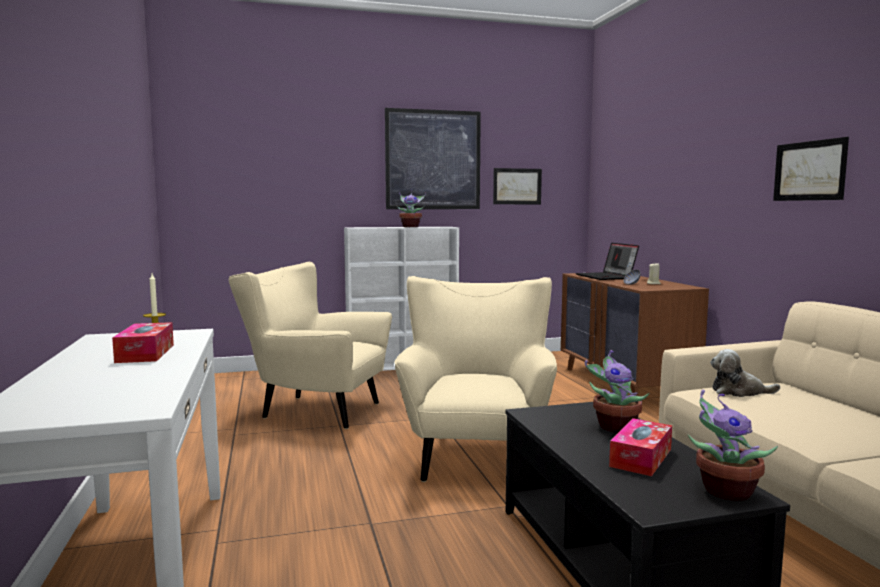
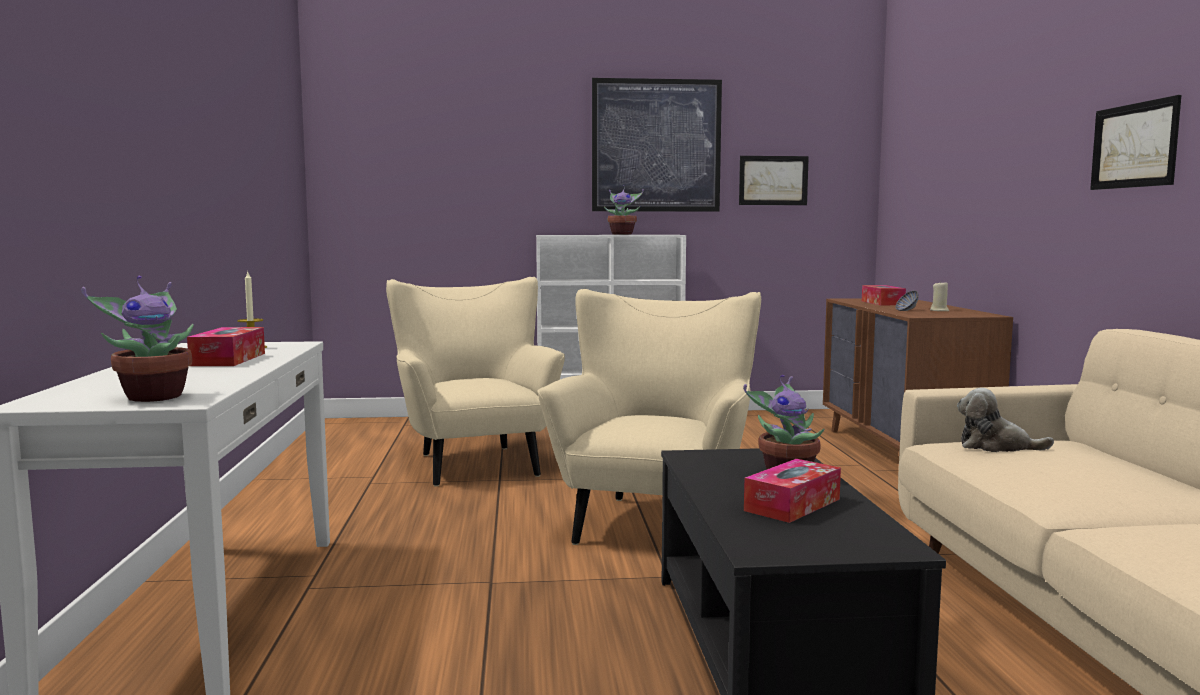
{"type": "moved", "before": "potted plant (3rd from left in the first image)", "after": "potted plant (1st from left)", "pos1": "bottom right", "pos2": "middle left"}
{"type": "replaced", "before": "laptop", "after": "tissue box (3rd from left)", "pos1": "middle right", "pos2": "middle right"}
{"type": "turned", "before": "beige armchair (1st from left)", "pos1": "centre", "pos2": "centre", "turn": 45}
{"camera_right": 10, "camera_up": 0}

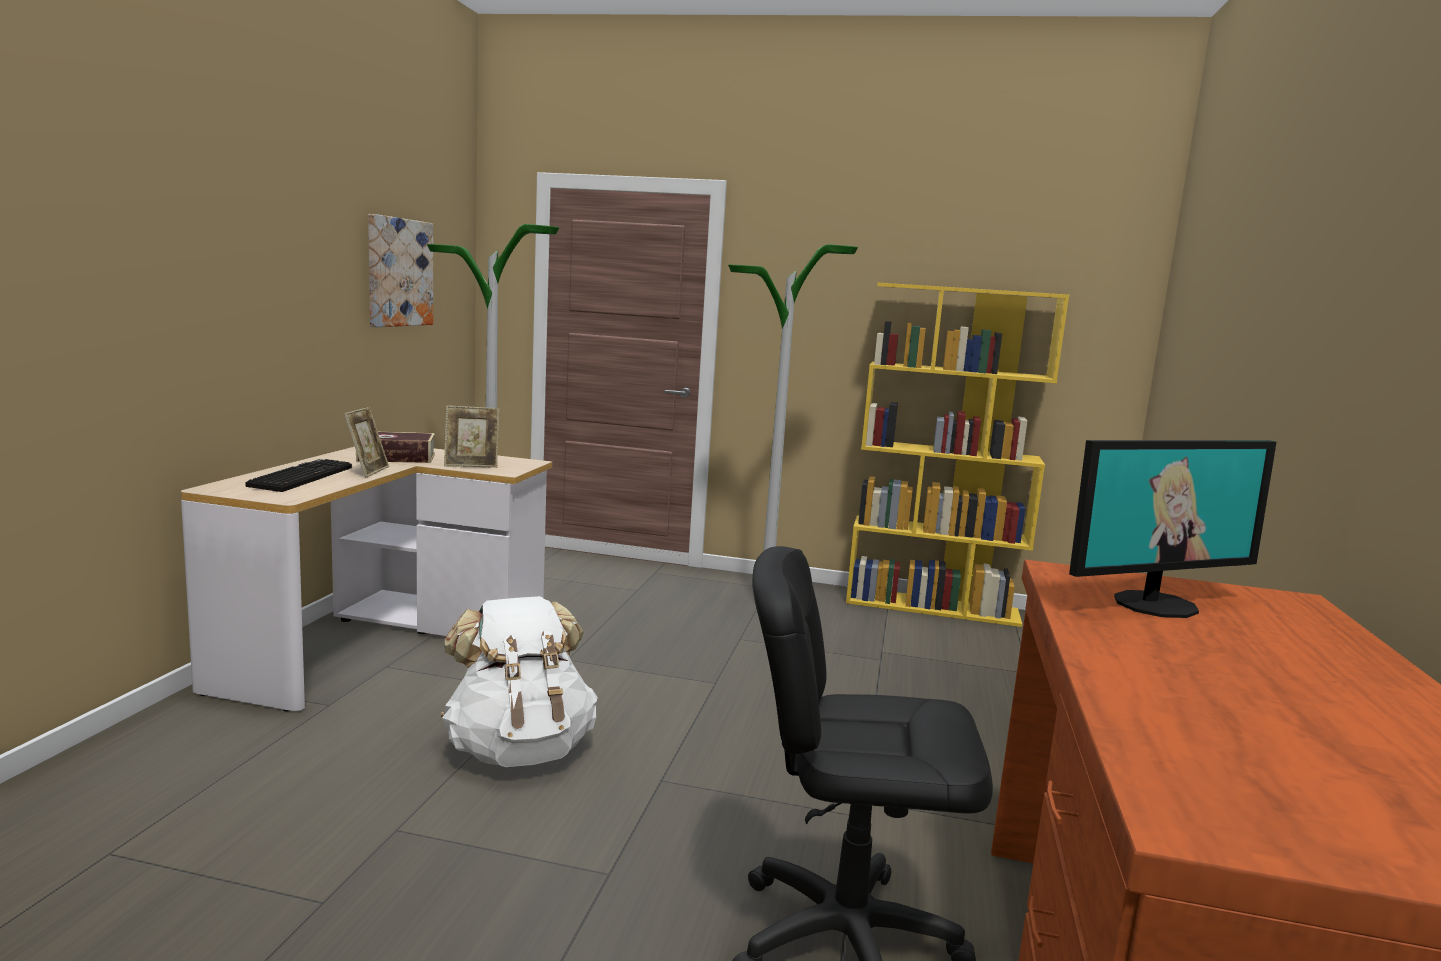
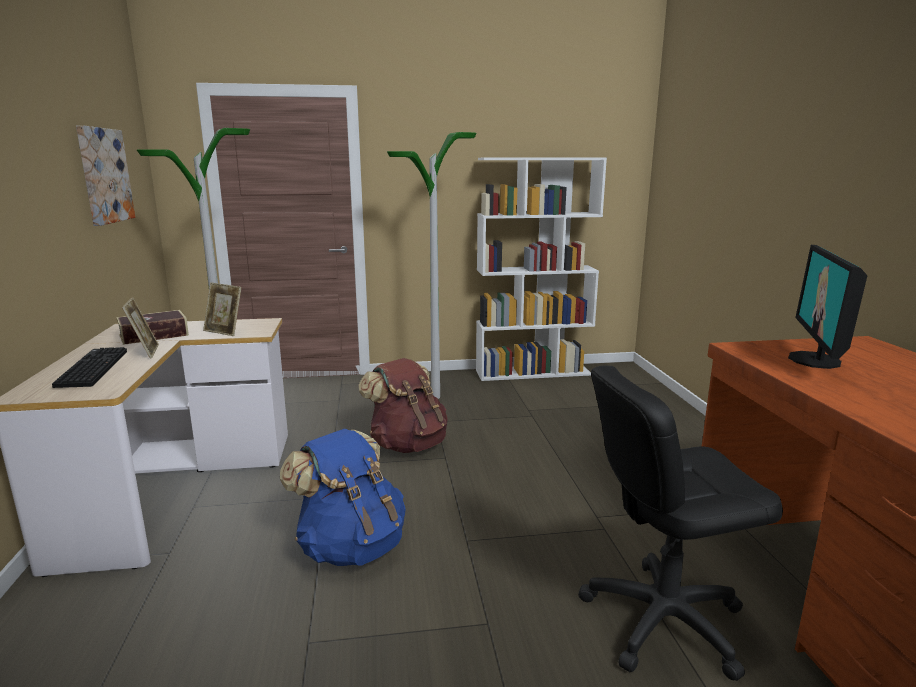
{"type": "added", "after": "brown backpack", "pos2": "centre"}
{"type": "recoloured", "before": "white backpack", "after": "blue backpack", "pos1": "bottom centre", "pos2": "bottom centre"}
{"type": "recoloured", "before": "yellow bookcase", "after": "white bookcase", "pos1": "centre", "pos2": "centre"}
{"type": "turned", "before": "picture frame (2nd from left)", "pos1": "middle left", "pos2": "middle left", "turn": 60}
{"type": "turned", "before": "monitor", "pos1": "middle right", "pos2": "middle right", "turn": 150}
{"camera_right": -20, "camera_up": 5}

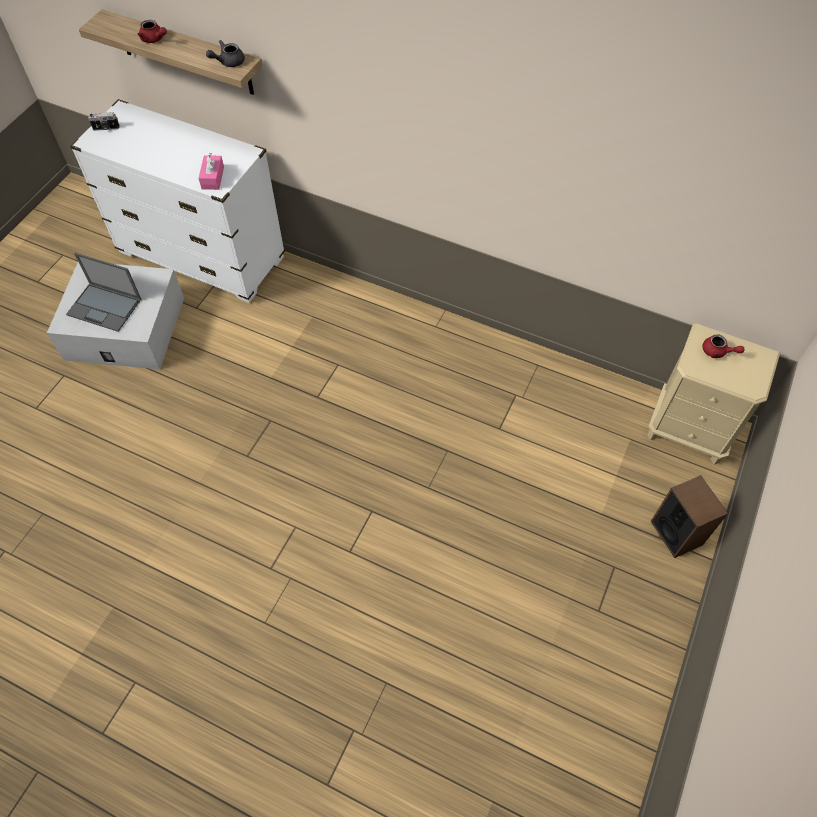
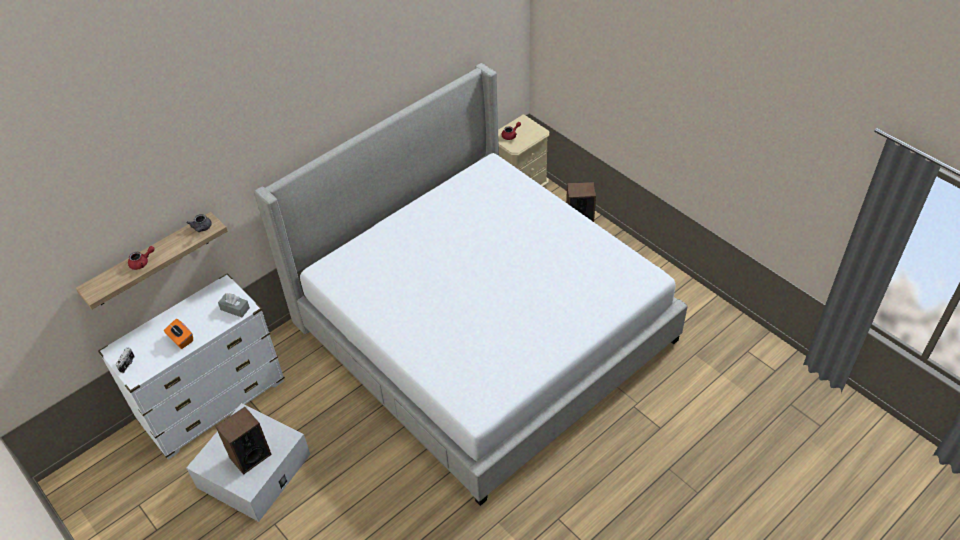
{"type": "added", "after": "orange tissue box", "pos2": "middle left"}
{"type": "added", "after": "bed", "pos2": "centre"}
{"type": "replaced", "before": "laptop", "after": "speaker (1st from left)", "pos1": "middle left", "pos2": "bottom left"}
{"type": "recoloured", "before": "pink tissue box", "after": "grey tissue box", "pos1": "top left", "pos2": "middle left"}
{"camera_right": -65, "camera_up": -10}

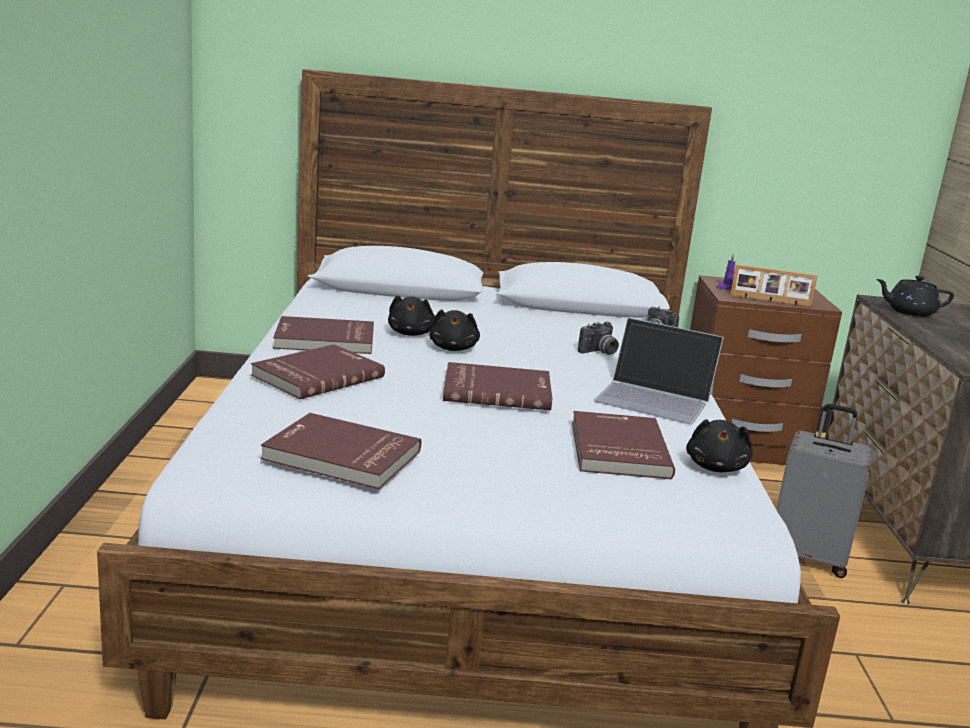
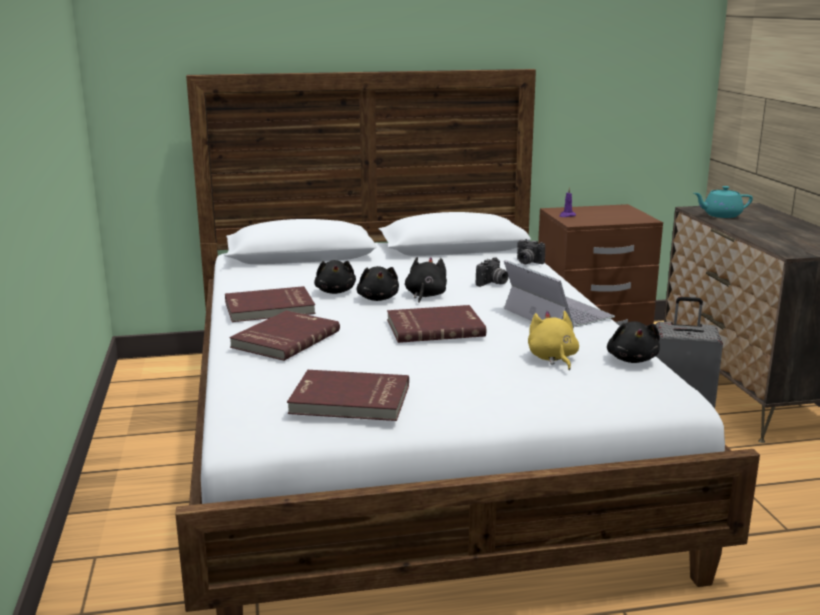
{"type": "removed", "before": "picture frame", "pos1": "middle right"}
{"type": "added", "after": "black plush toy (3rd from left)", "pos2": "centre"}
{"type": "replaced", "before": "red book (5th from left)", "after": "yellow plush toy", "pos1": "centre", "pos2": "middle right"}
{"type": "recoloured", "before": "black teapot", "after": "turquoise teapot", "pos1": "middle right", "pos2": "top right"}
{"type": "turned", "before": "laptop", "pos1": "middle right", "pos2": "middle right", "turn": -135}
{"camera_right": -10, "camera_up": 0}

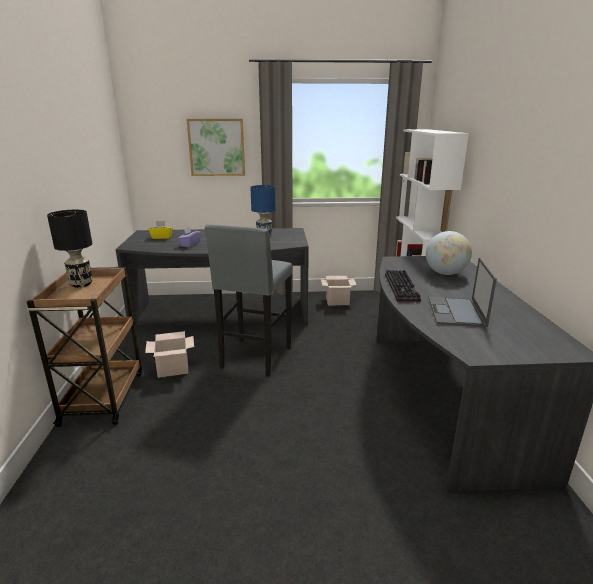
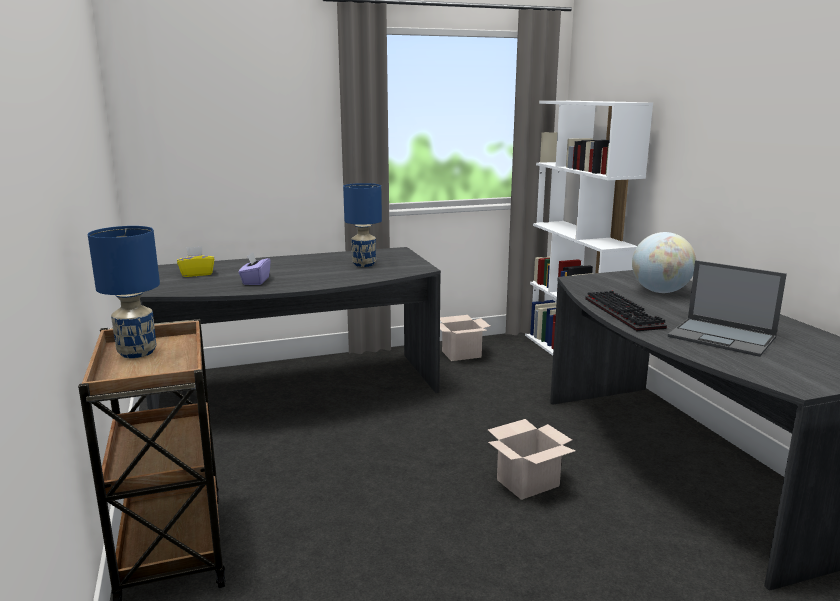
{"type": "removed", "before": "picture", "pos1": "top centre"}
{"type": "removed", "before": "grey stool", "pos1": "centre"}
{"type": "moved", "before": "cardboard box (1st from left in the first image)", "after": "cardboard box (2nd from left)", "pos1": "middle left", "pos2": "bottom centre"}
{"type": "recoloured", "before": "black table lamp", "after": "blue table lamp (1st from left)", "pos1": "middle left", "pos2": "middle left"}
{"type": "turned", "before": "laptop", "pos1": "middle right", "pos2": "middle right", "turn": -45}
{"camera_right": -15, "camera_up": -5}

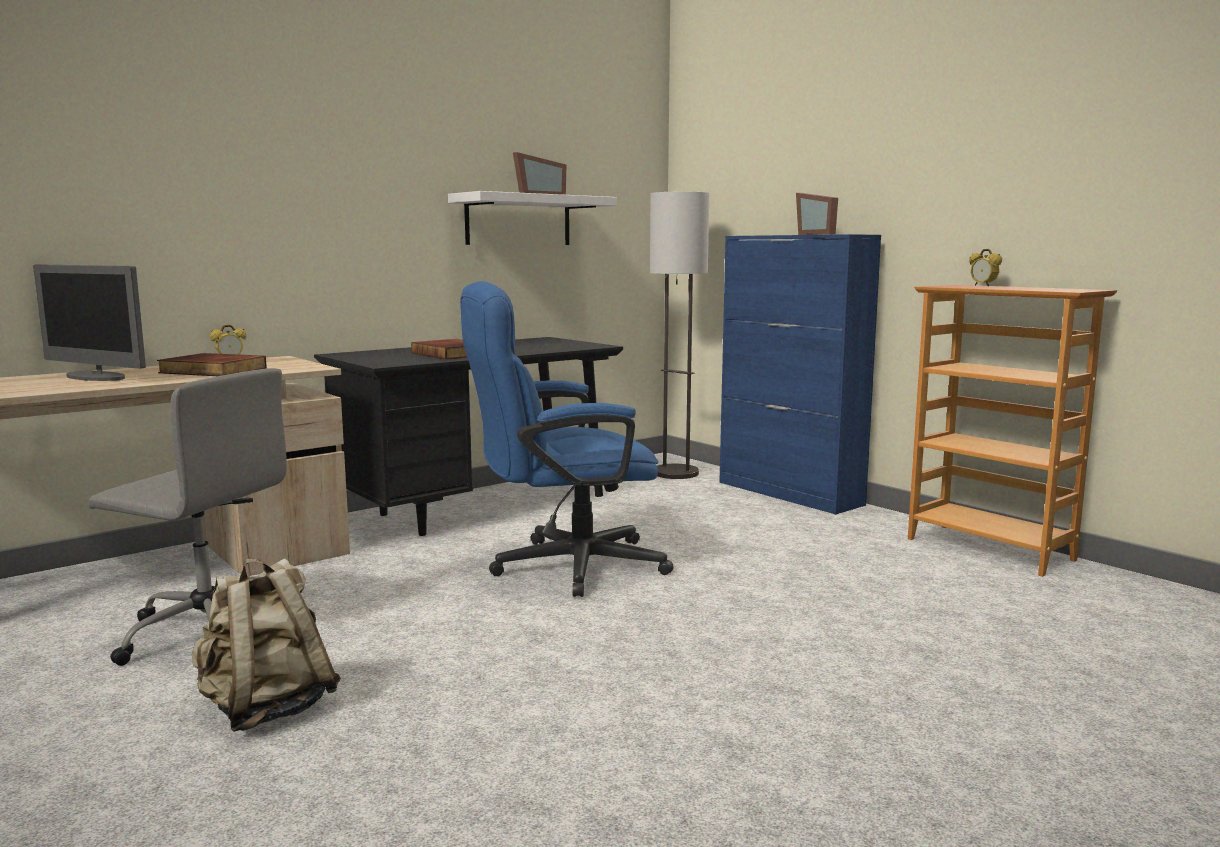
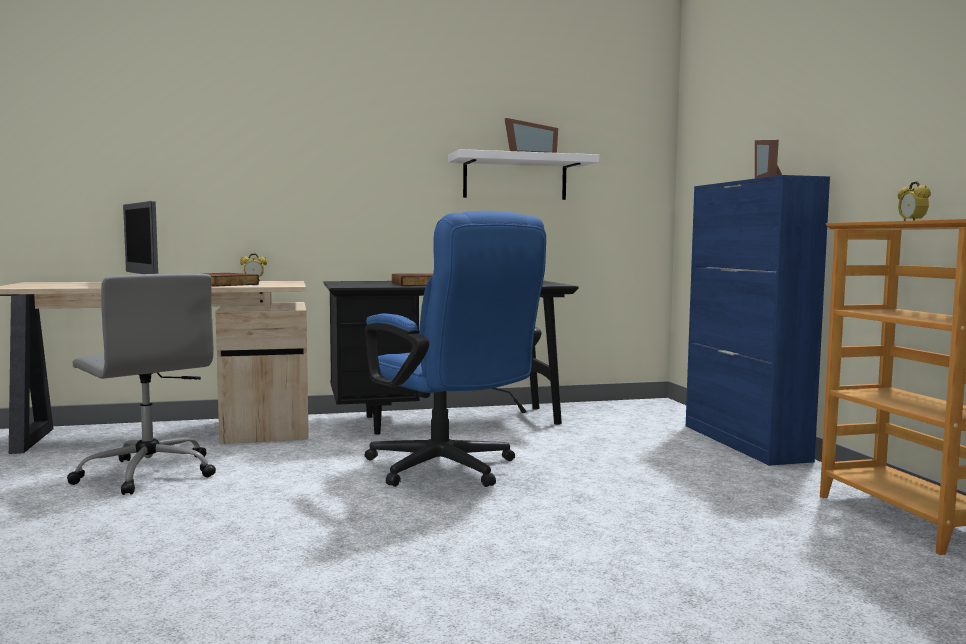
{"type": "removed", "before": "beige backpack", "pos1": "bottom left"}
{"type": "removed", "before": "floor lamp", "pos1": "centre"}
{"type": "turned", "before": "blue office chair", "pos1": "centre", "pos2": "centre", "turn": -135}
{"camera_right": 25, "camera_up": -5}

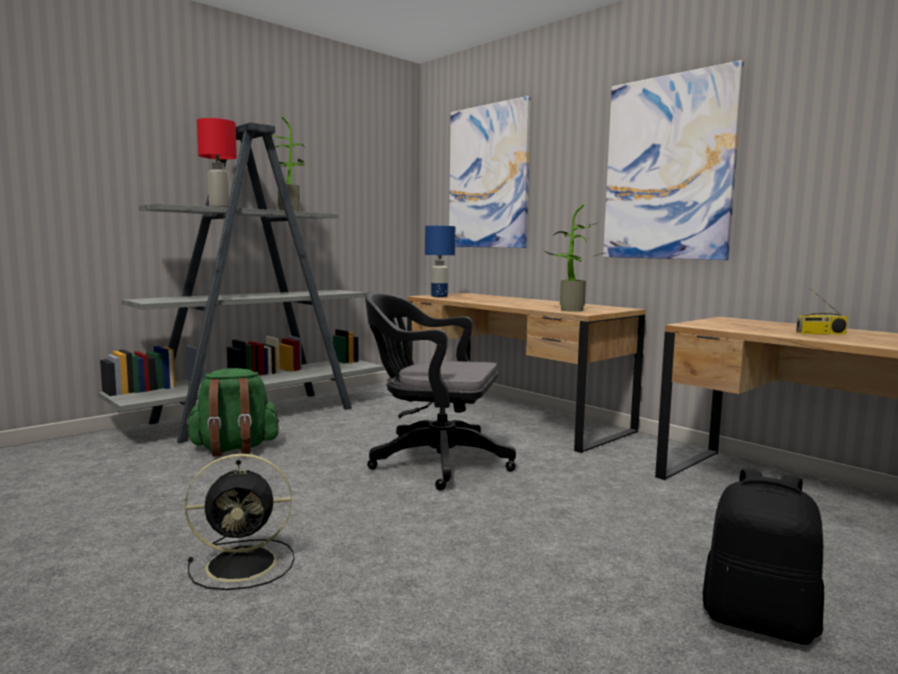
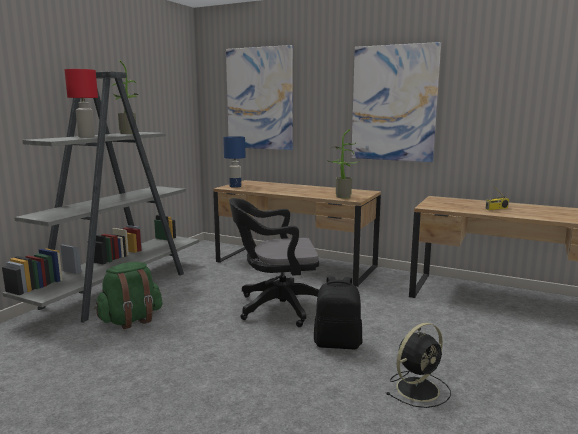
{"type": "moved", "before": "black fan", "pos1": "bottom left", "pos2": "bottom right"}
{"type": "moved", "before": "black backpack", "pos1": "bottom right", "pos2": "bottom centre"}
{"camera_right": -20, "camera_up": 5}

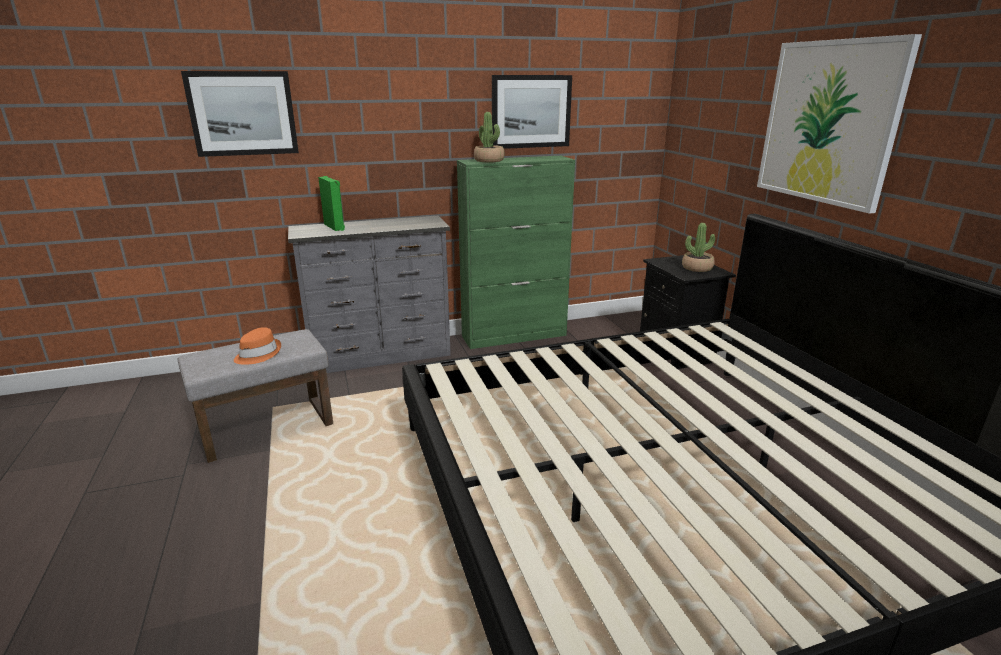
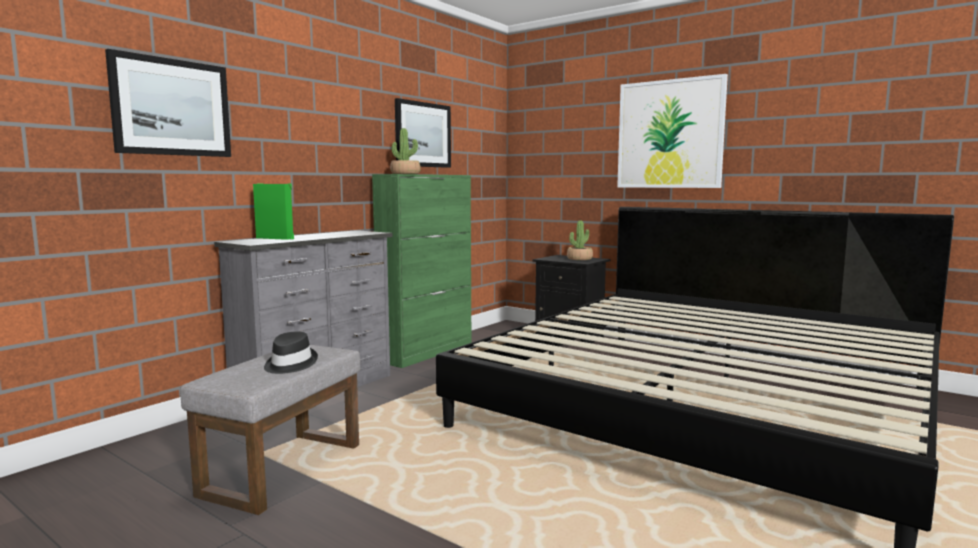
{"type": "recoloured", "before": "orange hat", "after": "black hat", "pos1": "middle left", "pos2": "middle left"}
{"camera_right": -35, "camera_up": -15}

